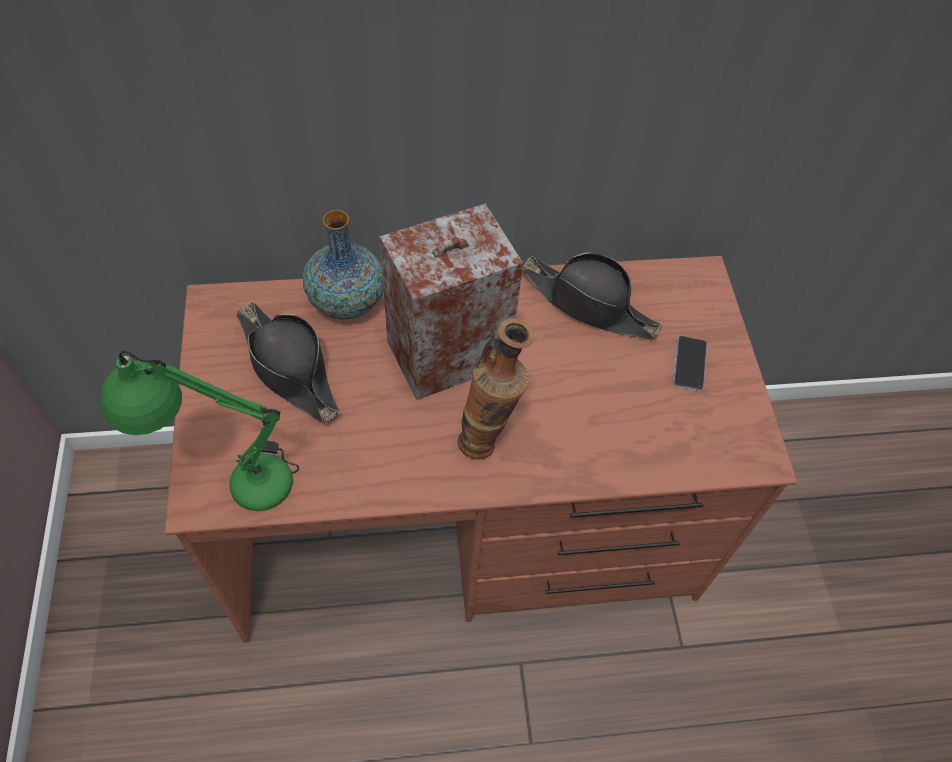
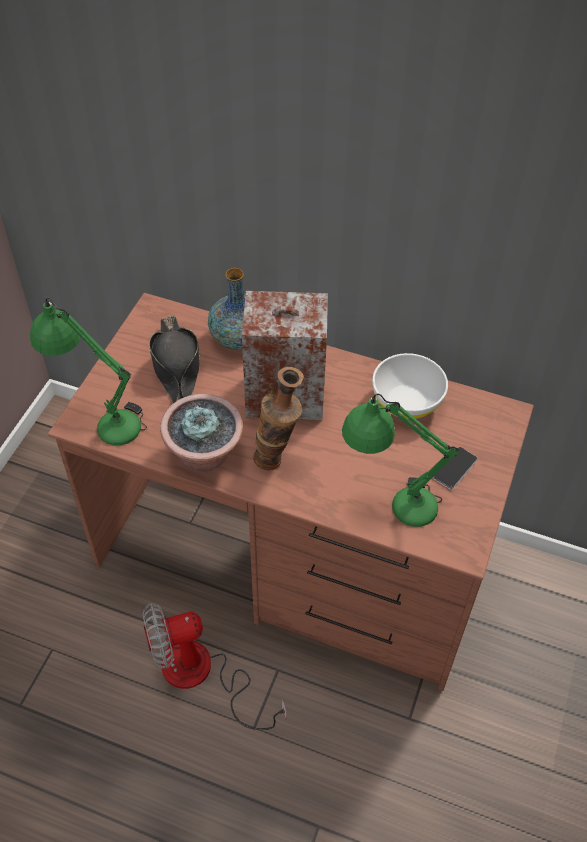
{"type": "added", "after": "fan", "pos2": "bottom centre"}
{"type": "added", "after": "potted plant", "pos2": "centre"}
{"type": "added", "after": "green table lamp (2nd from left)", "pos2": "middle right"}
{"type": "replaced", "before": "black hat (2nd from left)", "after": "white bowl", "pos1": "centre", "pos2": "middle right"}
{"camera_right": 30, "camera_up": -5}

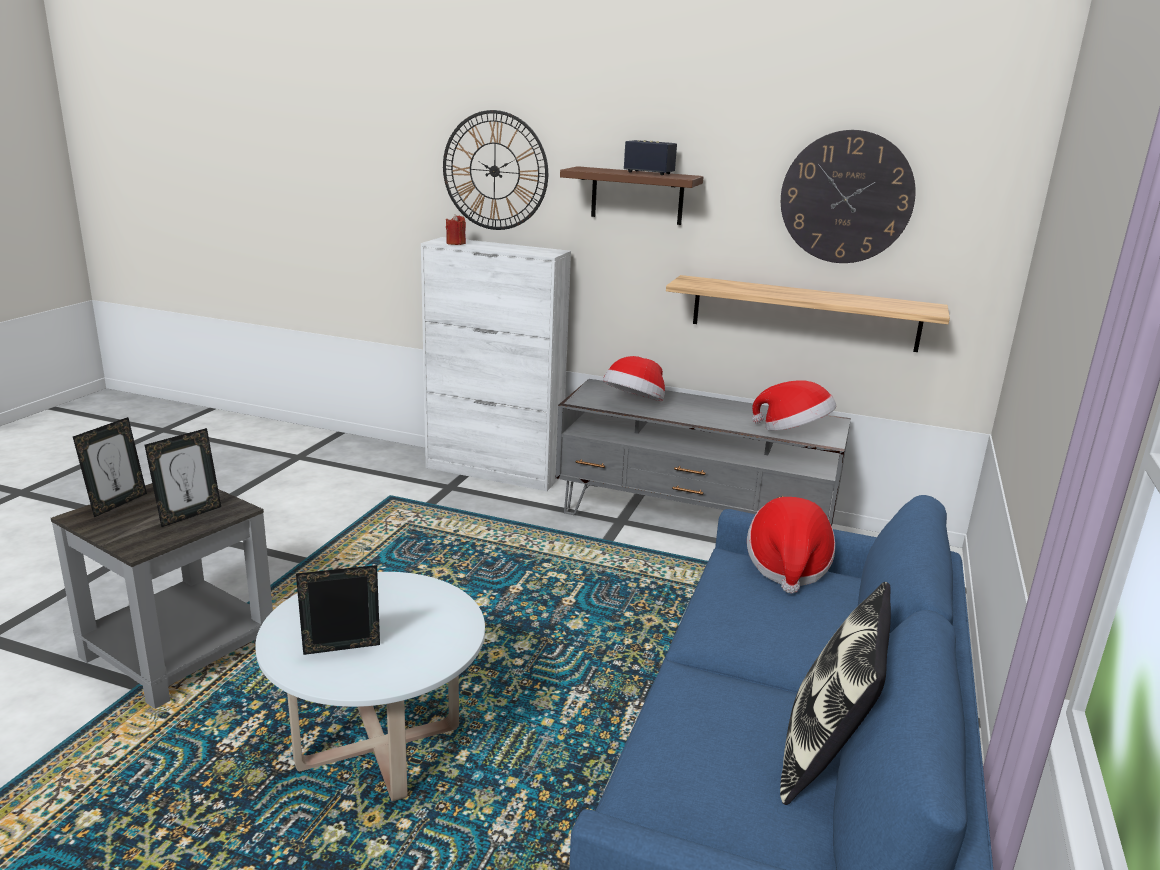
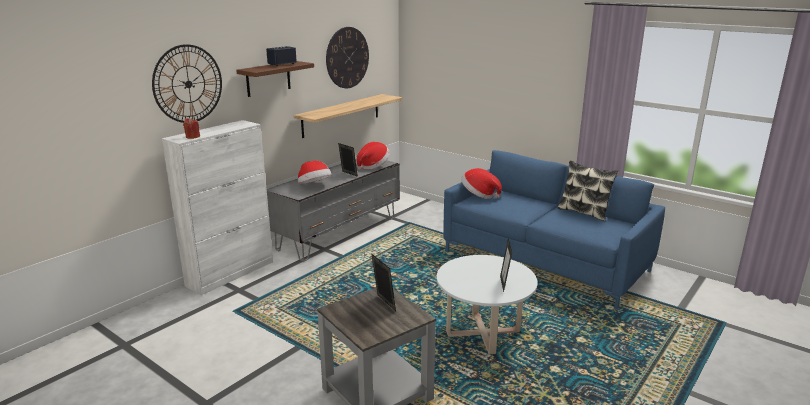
{"type": "moved", "before": "picture frame (1st from left)", "pos1": "middle left", "pos2": "centre"}
{"camera_right": -70, "camera_up": 0}

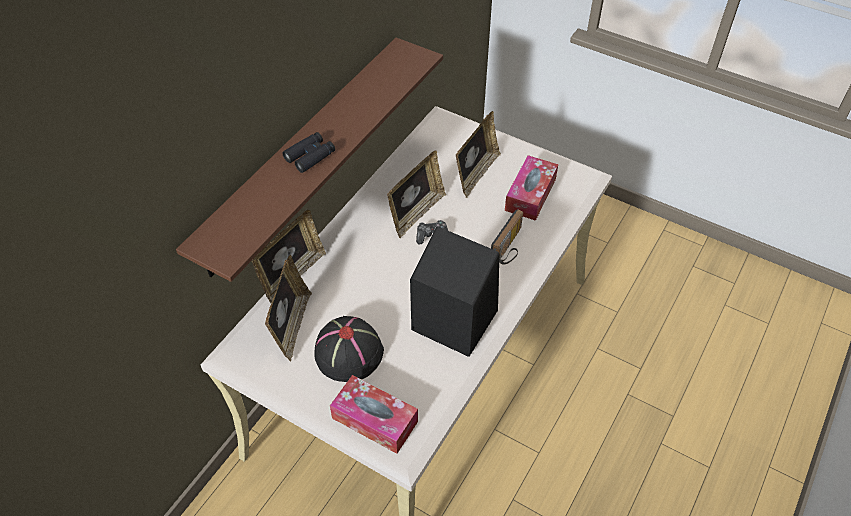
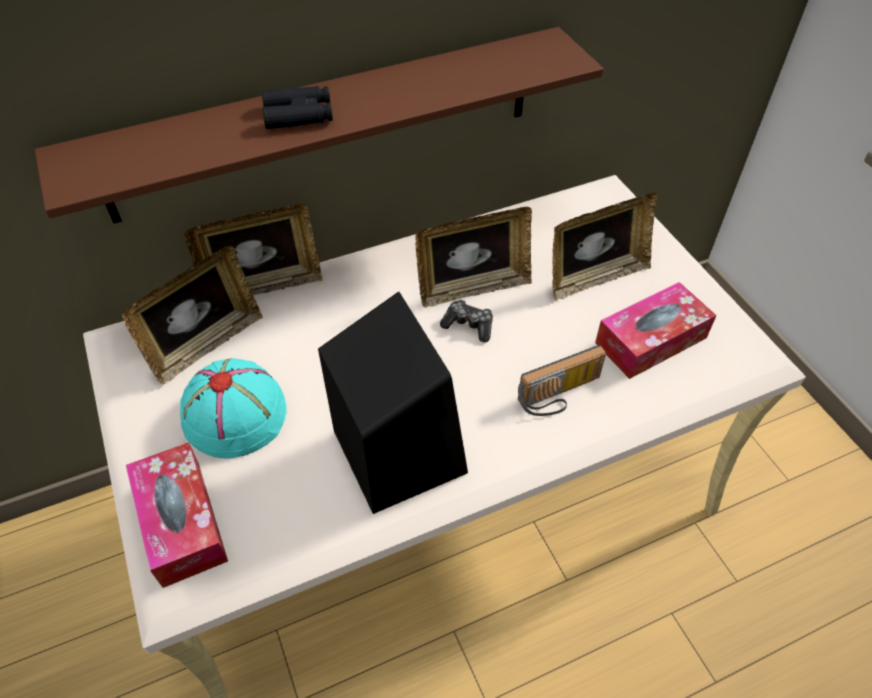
{"type": "recoloured", "before": "black hat", "after": "turquoise hat", "pos1": "bottom centre", "pos2": "middle left"}
{"camera_right": 35, "camera_up": 0}

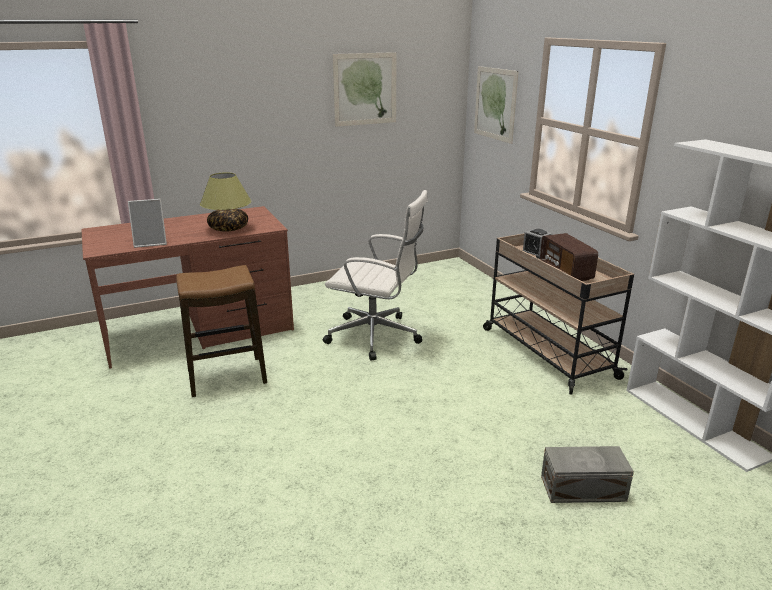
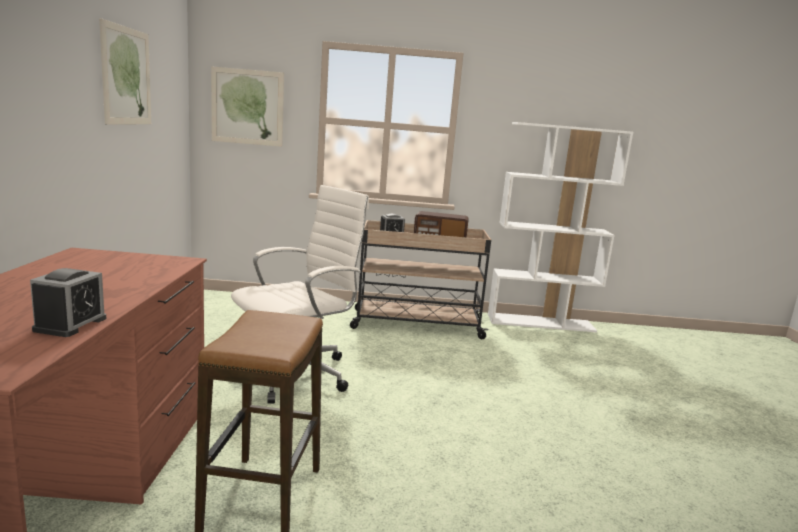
{"type": "removed", "before": "table lamp", "pos1": "middle left"}
{"type": "removed", "before": "grey storage box", "pos1": "bottom right"}
{"type": "replaced", "before": "picture frame", "after": "alarm clock (1st from left)", "pos1": "middle left", "pos2": "middle left"}
{"camera_right": -65, "camera_up": -10}

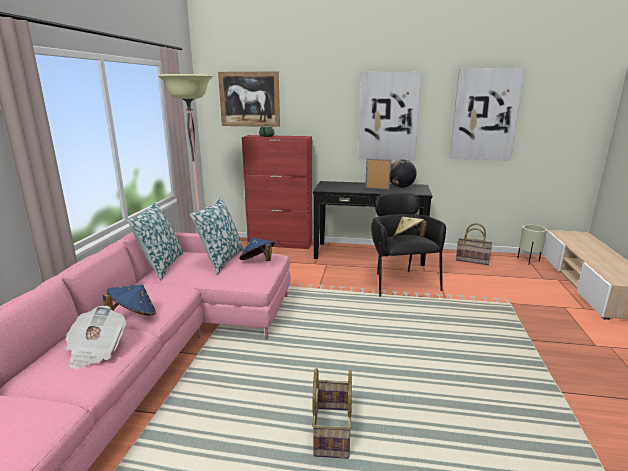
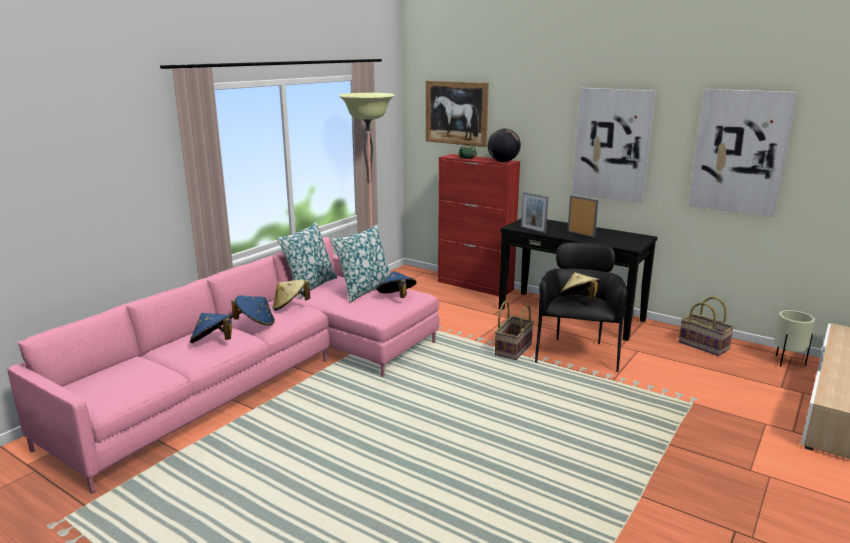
{"type": "added", "after": "beige hat (1st from left)", "pos2": "centre"}
{"type": "added", "after": "picture frame (1st from left)", "pos2": "centre"}
{"type": "moved", "before": "basket (1st from left)", "pos1": "bottom centre", "pos2": "centre"}
{"type": "moved", "before": "globe", "pos1": "centre", "pos2": "top centre"}
{"type": "replaced", "before": "newspaper", "after": "blue hat (1st from left)", "pos1": "bottom left", "pos2": "middle left"}
{"camera_right": 25, "camera_up": 0}

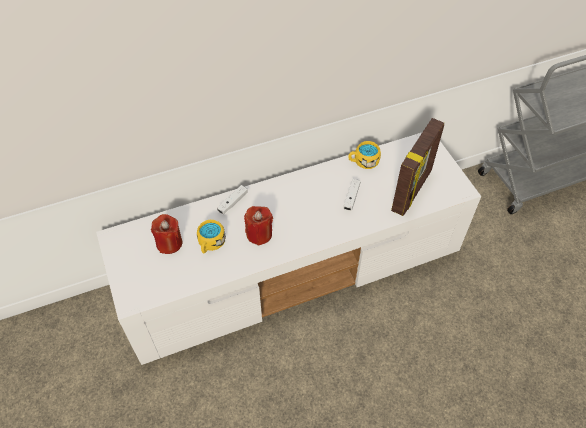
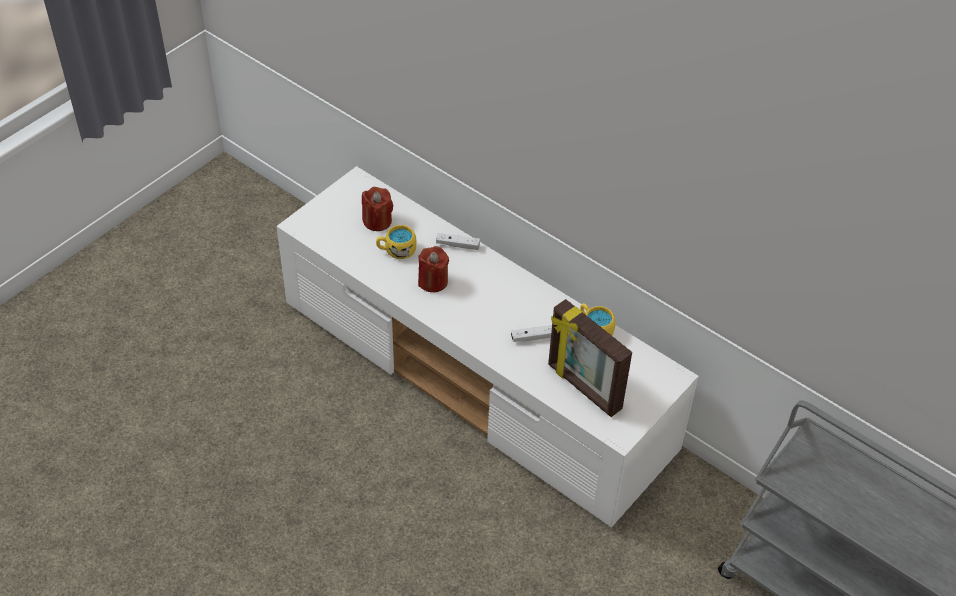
{"type": "turned", "before": "picture frame", "pos1": "middle right", "pos2": "centre", "turn": 45}
{"camera_right": 60, "camera_up": -5}

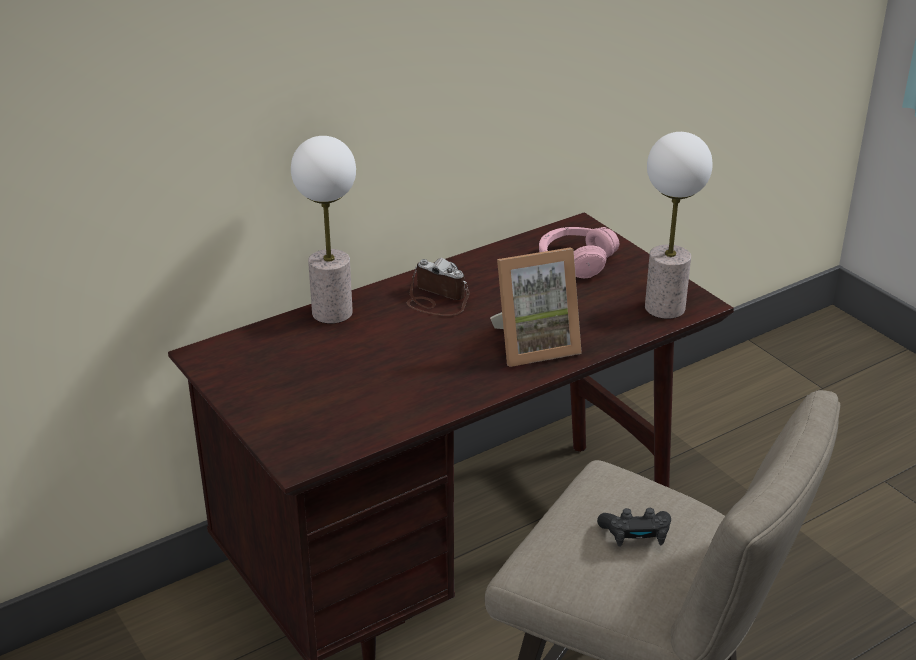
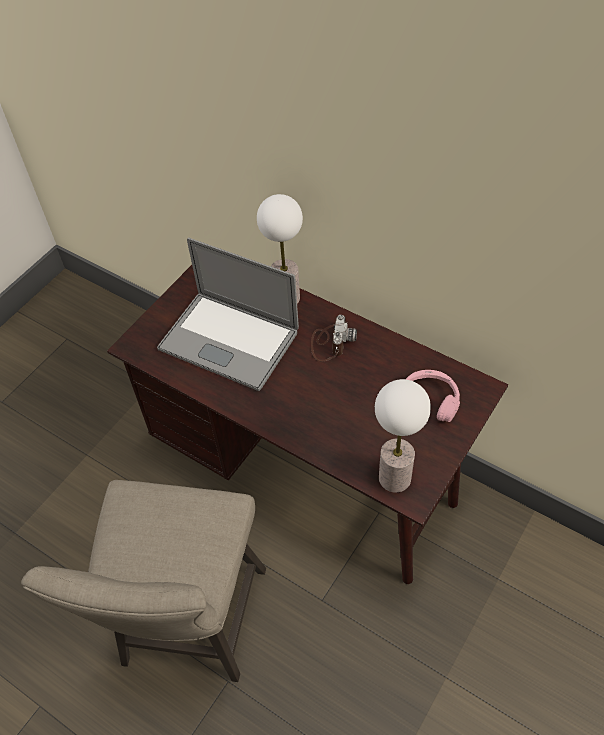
{"type": "removed", "before": "picture frame", "pos1": "centre"}
{"type": "removed", "before": "black game controller", "pos1": "bottom right"}
{"type": "added", "after": "laptop", "pos2": "centre"}
{"camera_right": 70, "camera_up": 20}

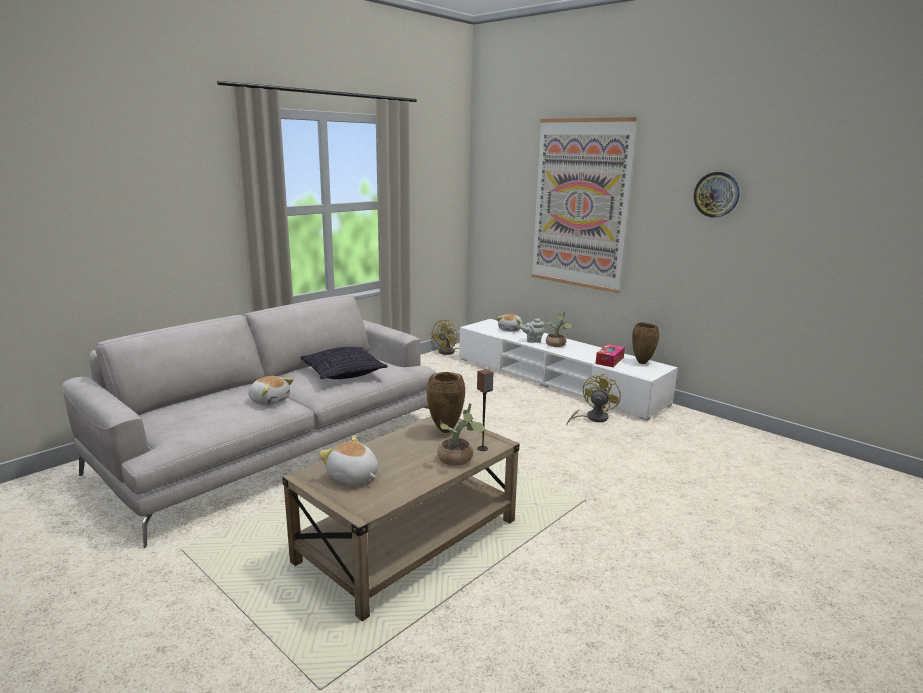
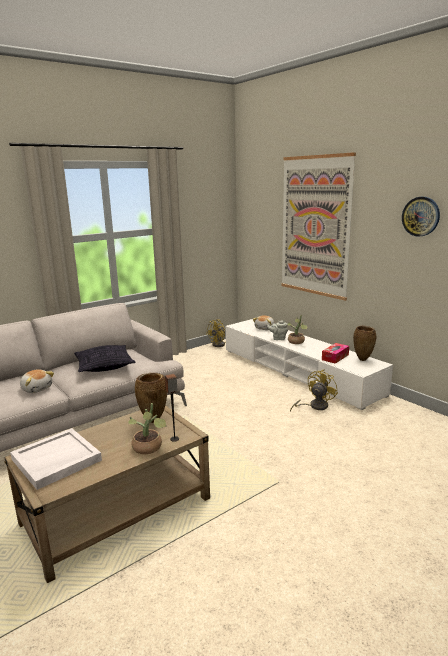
{"type": "replaced", "before": "plush toy (2nd from left)", "after": "white tray", "pos1": "centre", "pos2": "bottom left"}
{"camera_right": 10, "camera_up": 0}

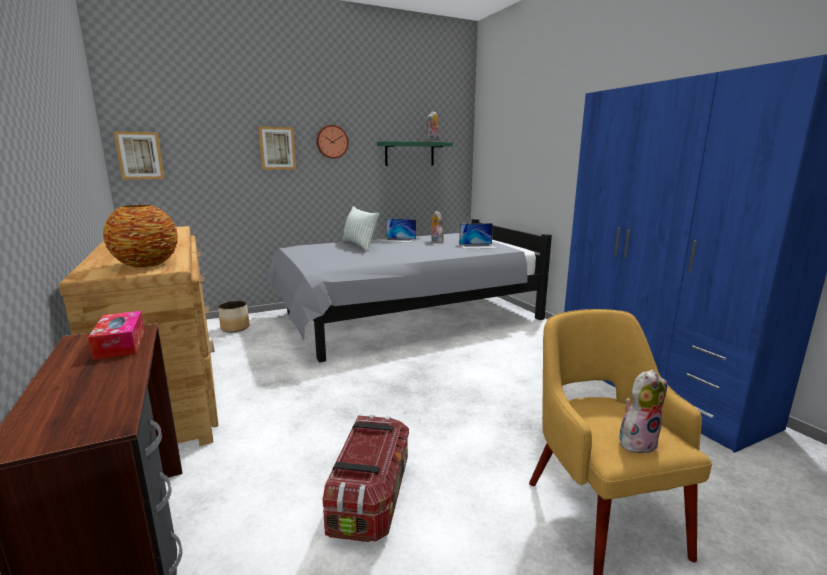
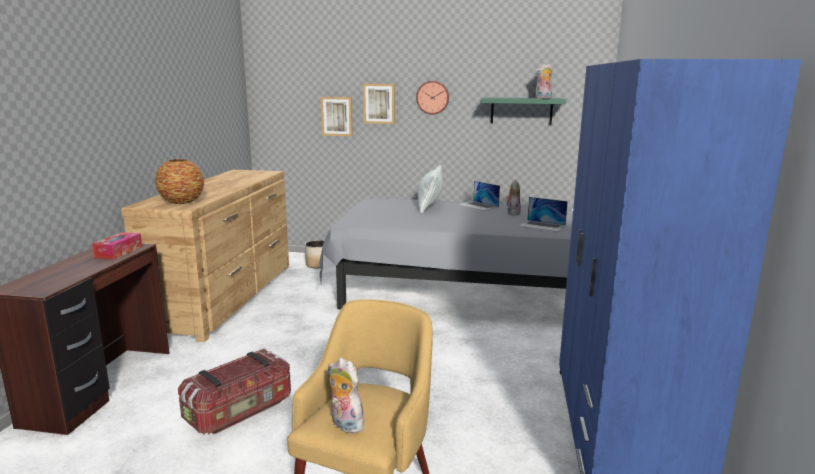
{"type": "moved", "before": "picture (1st from left)", "pos1": "top left", "pos2": "top centre"}
{"type": "turned", "before": "plush toy (3rd from left in the first image)", "pos1": "bottom right", "pos2": "bottom centre", "turn": -150}
{"camera_right": 35, "camera_up": 0}

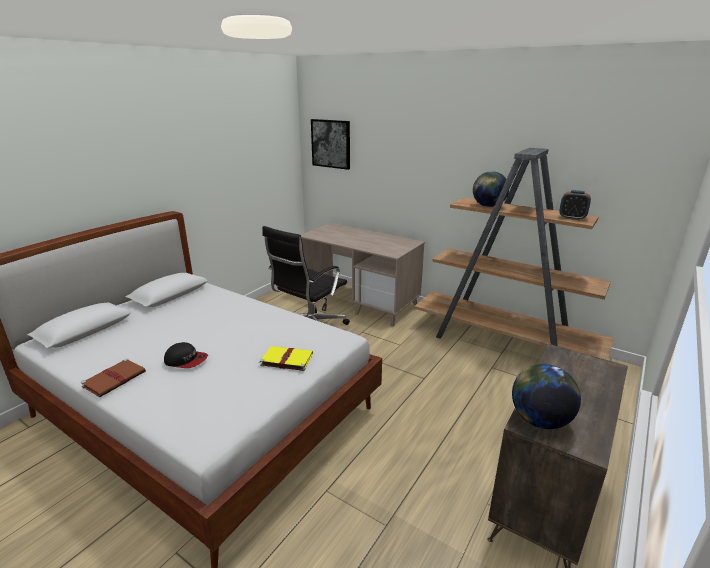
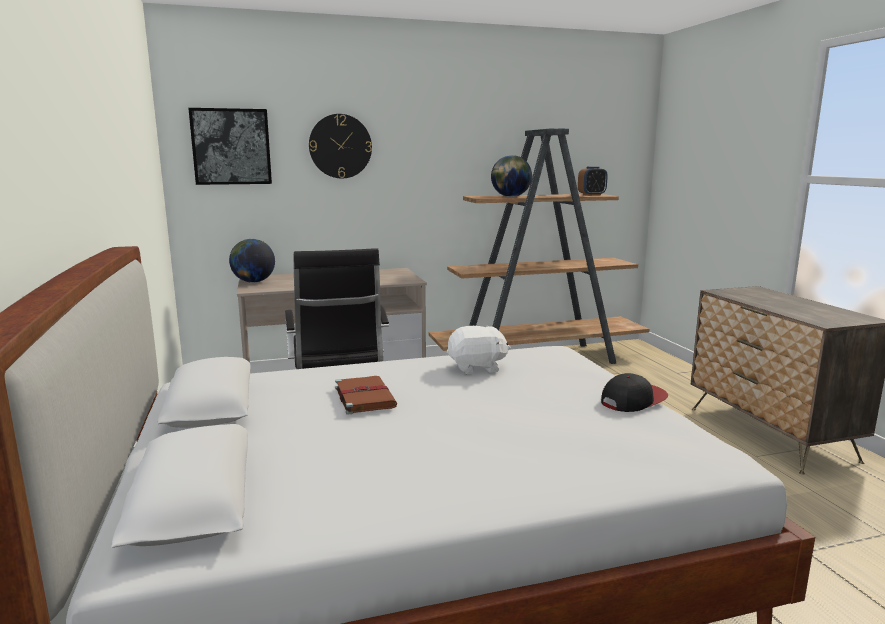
{"type": "removed", "before": "yellow book", "pos1": "centre"}
{"type": "added", "after": "wall clock", "pos2": "top centre"}
{"type": "added", "after": "white plush toy", "pos2": "centre"}
{"type": "moved", "before": "brown book", "pos1": "middle left", "pos2": "centre"}
{"type": "moved", "before": "cap", "pos1": "middle left", "pos2": "middle right"}
{"type": "moved", "before": "globe (2nd from left in the first image)", "after": "globe (1st from left)", "pos1": "bottom right", "pos2": "middle left"}
{"camera_right": -50, "camera_up": -10}

